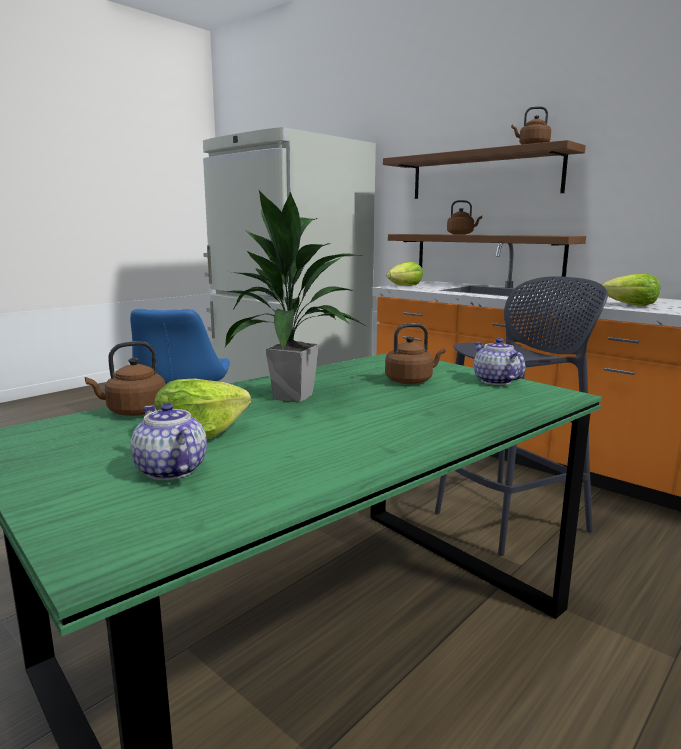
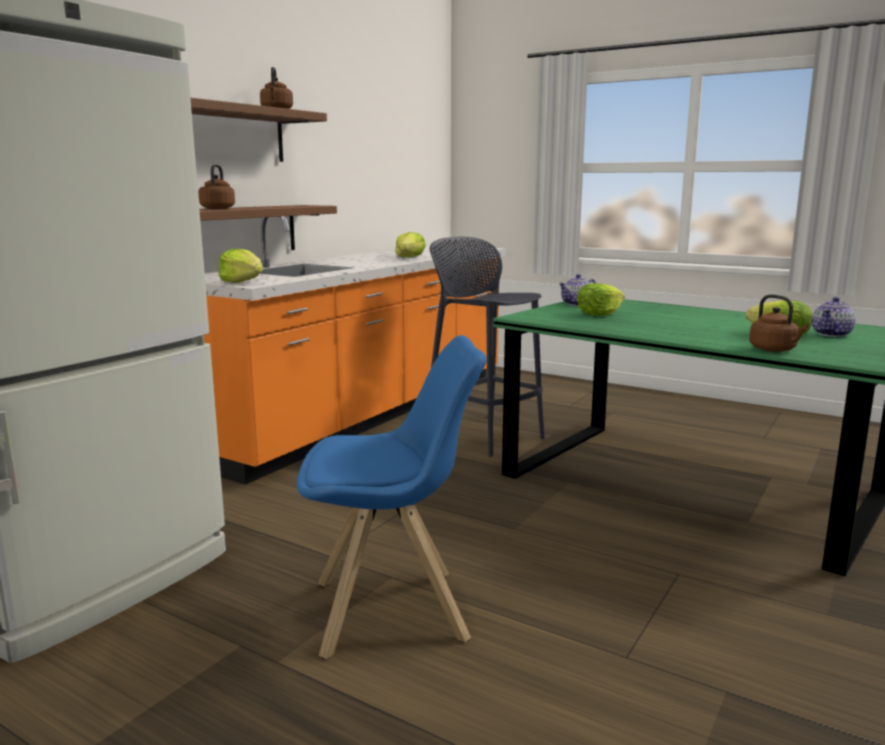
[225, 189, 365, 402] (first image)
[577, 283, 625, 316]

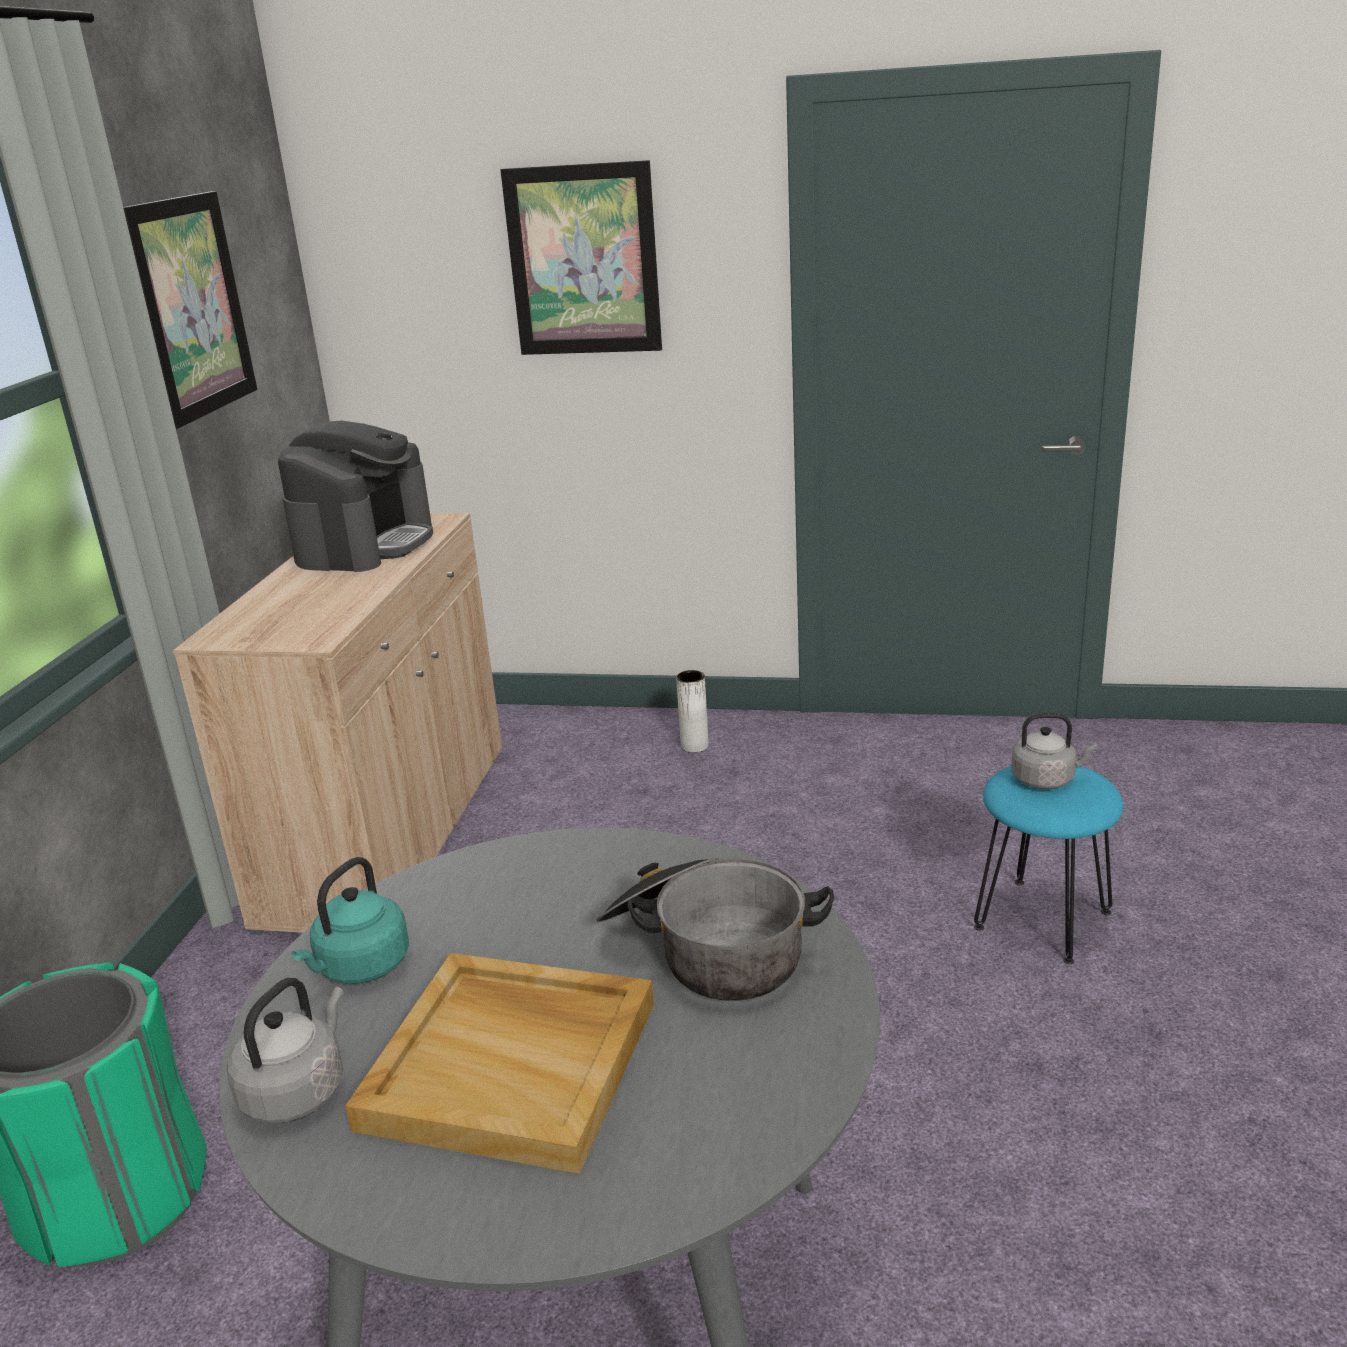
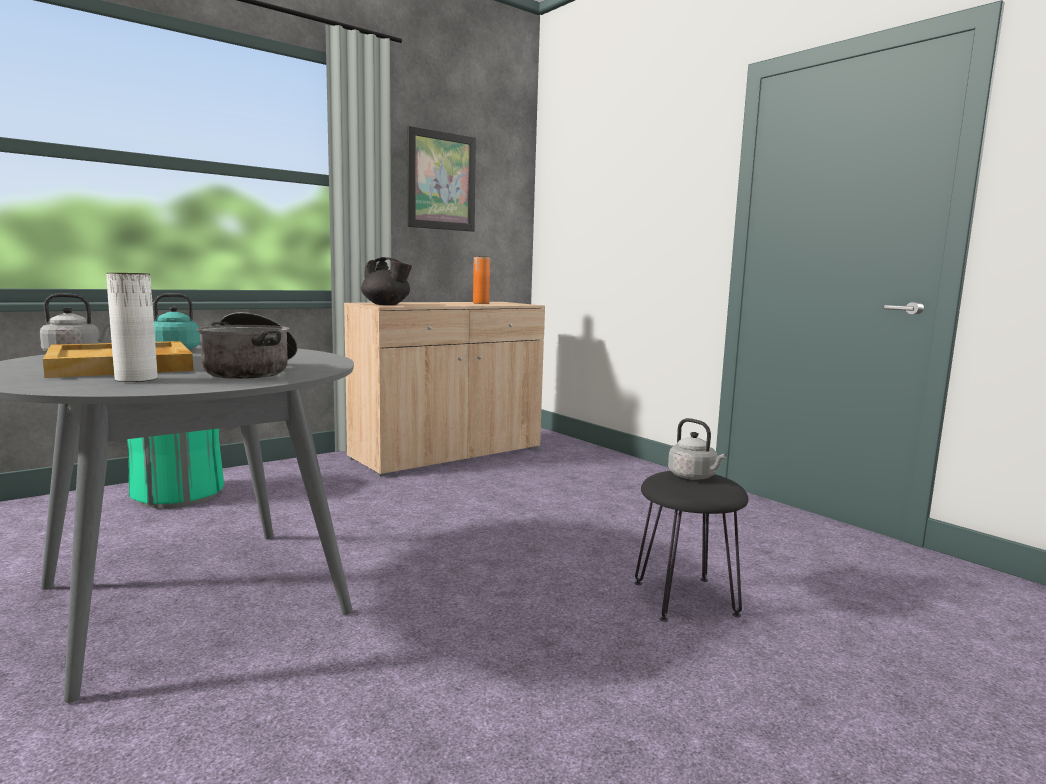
[500, 160, 662, 355] (first image)
[473, 256, 490, 304]
[106, 273, 157, 382]
[635, 471, 748, 622]
[361, 257, 412, 305]

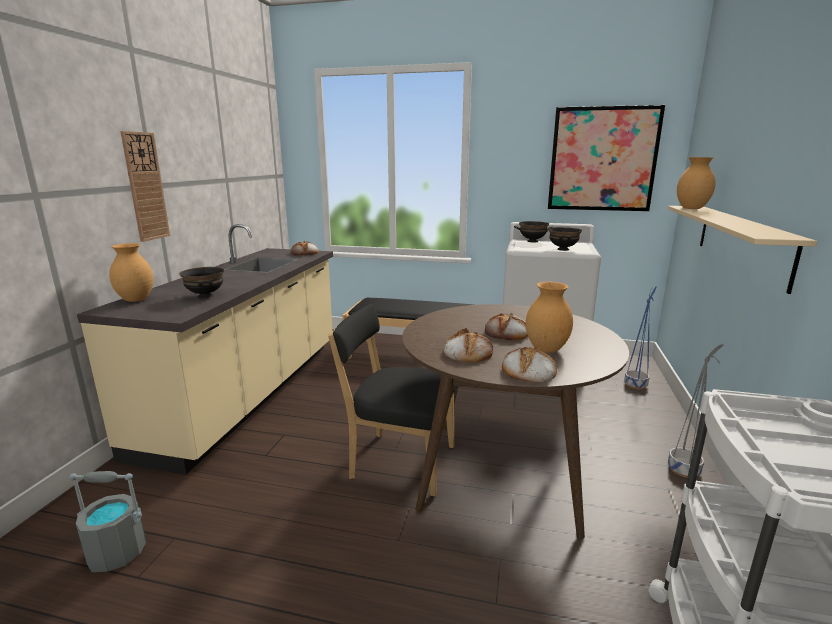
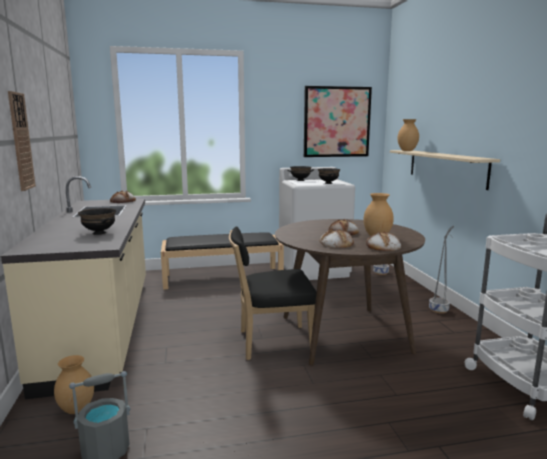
[54, 355, 94, 414]

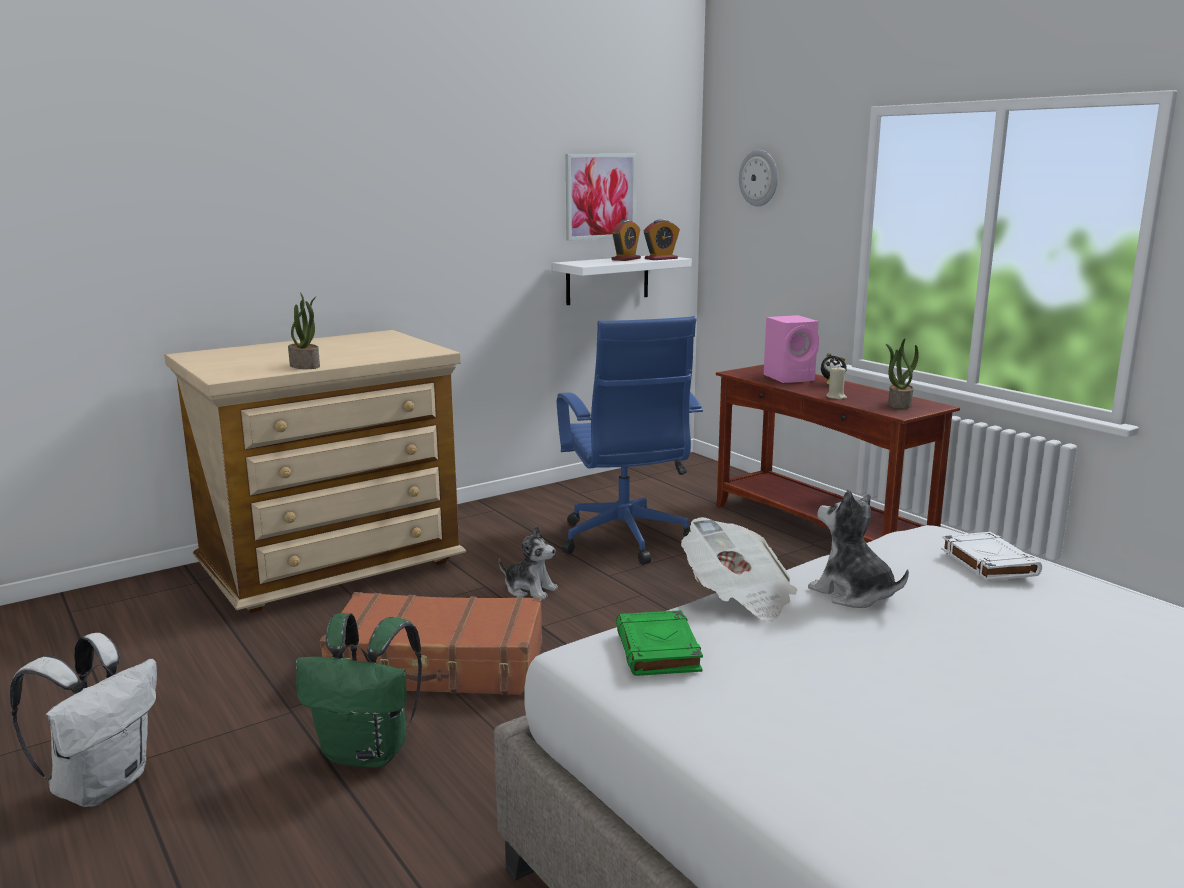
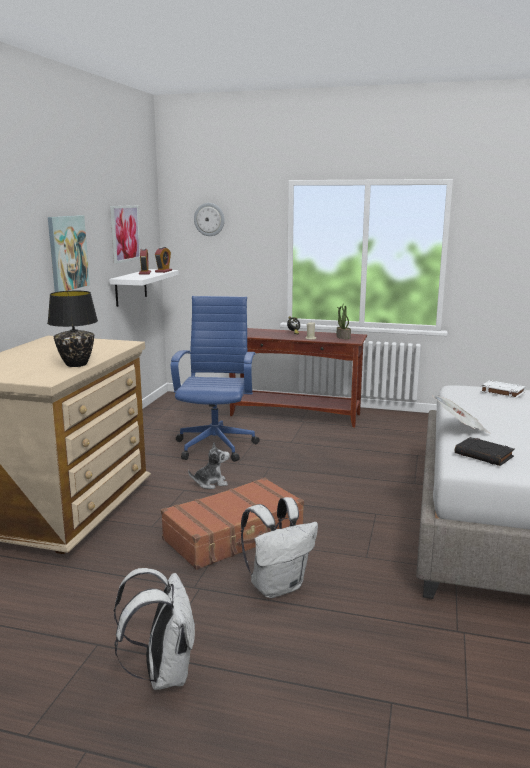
[47, 291, 98, 367]
[764, 315, 819, 383] (first image)
[171, 296, 260, 462]
[808, 489, 909, 608] (first image)
[455, 437, 515, 466]
[241, 497, 318, 598]
[48, 215, 90, 292]

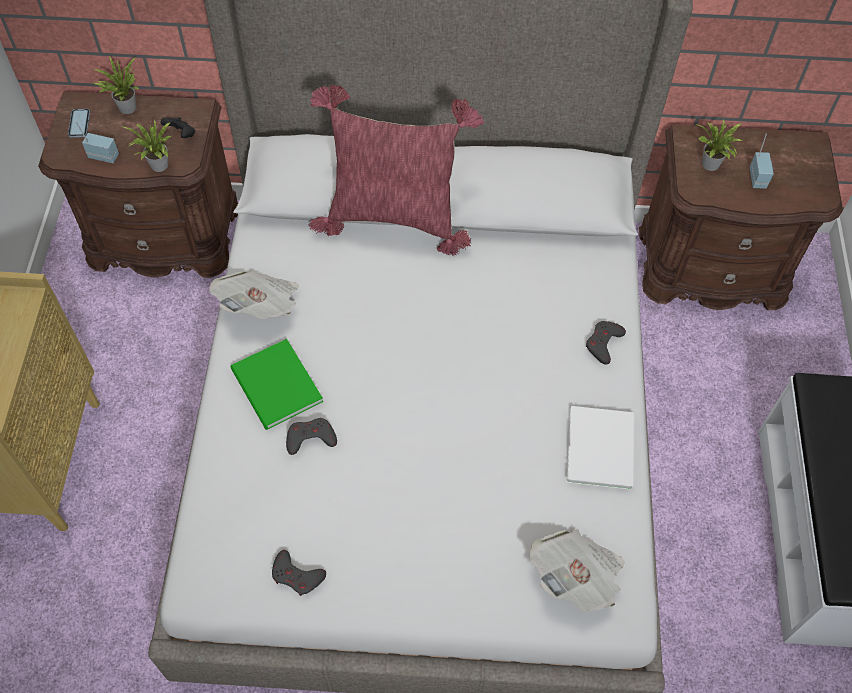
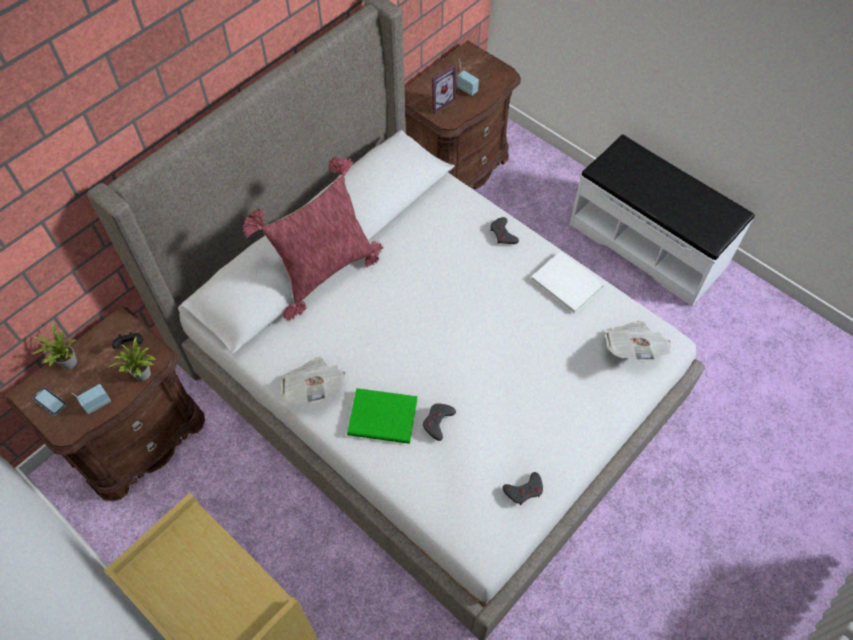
[432, 64, 456, 114]

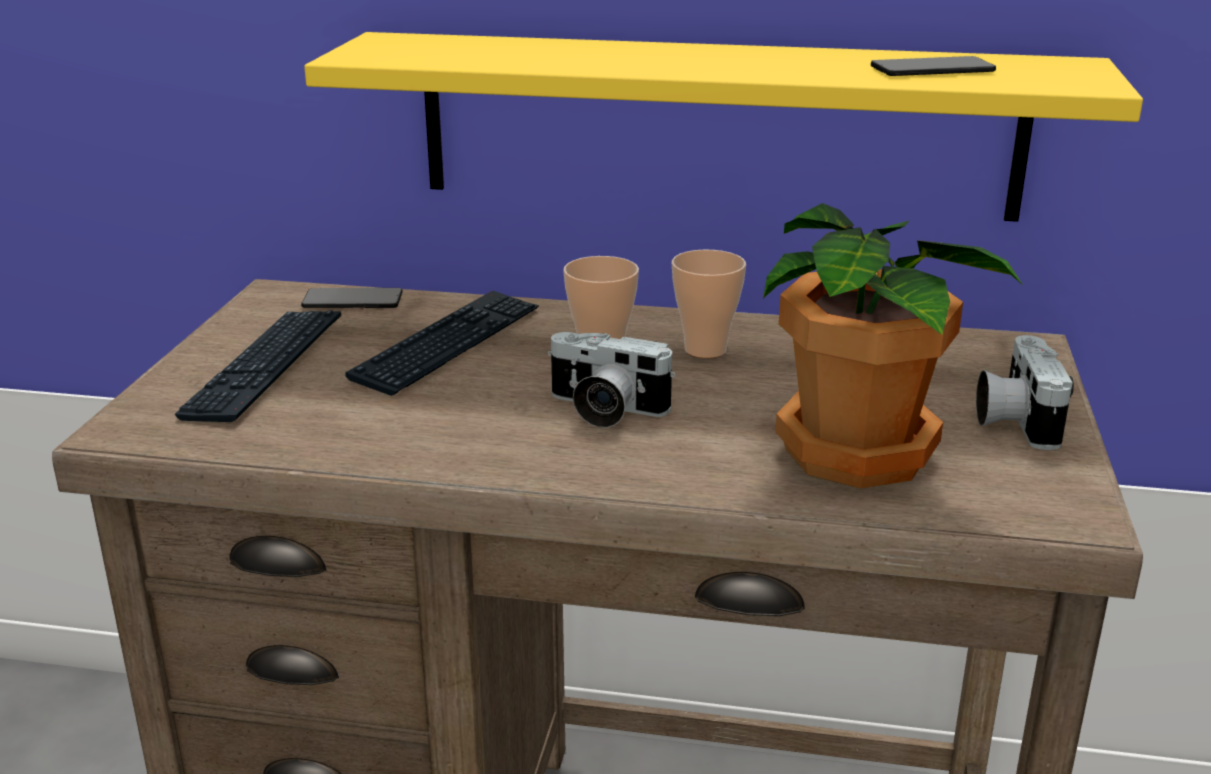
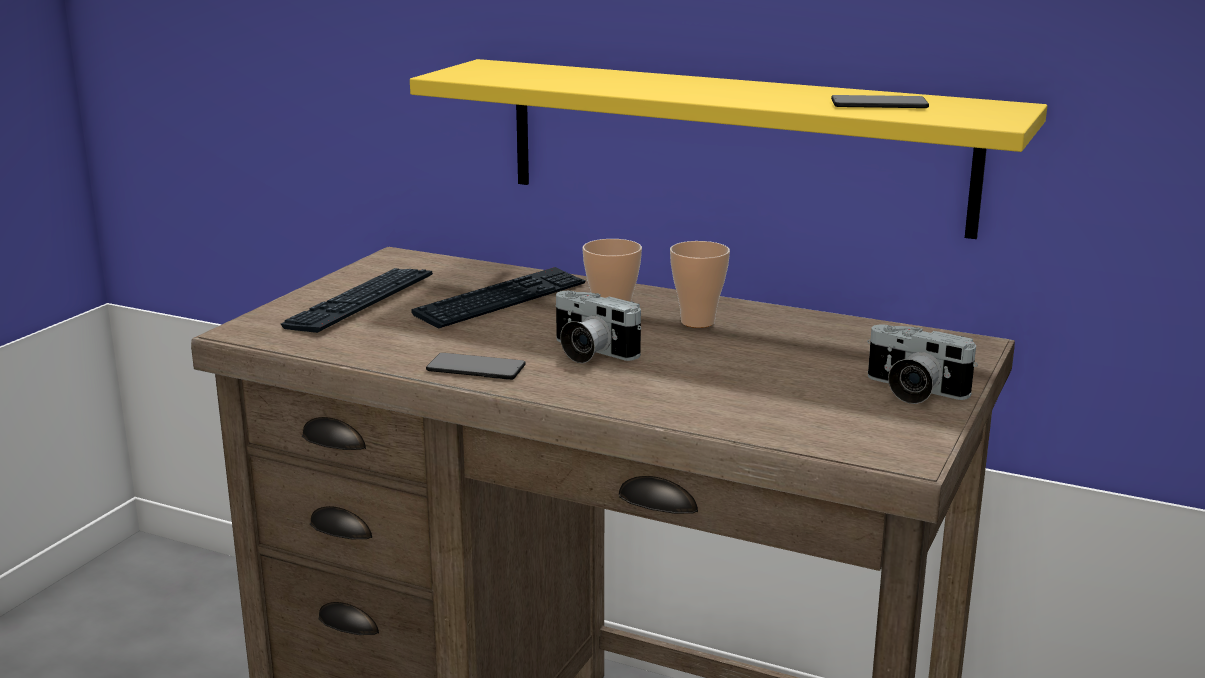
[763, 203, 1023, 488] (first image)
[426, 353, 526, 380]
[867, 324, 978, 404]

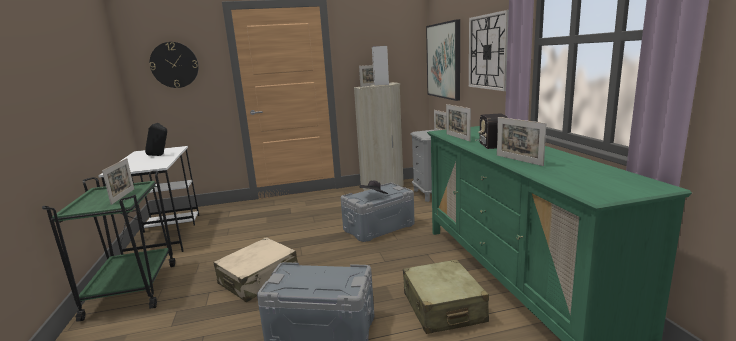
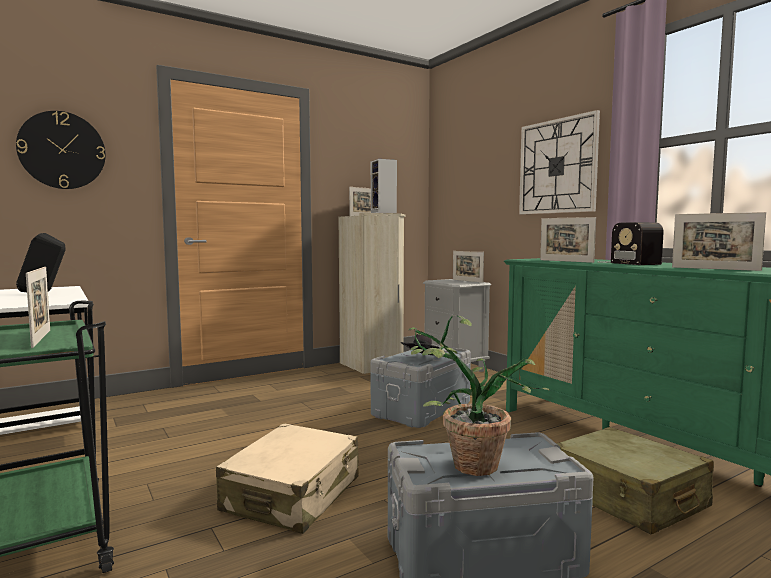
[426, 19, 460, 101] (first image)
[408, 315, 550, 476]

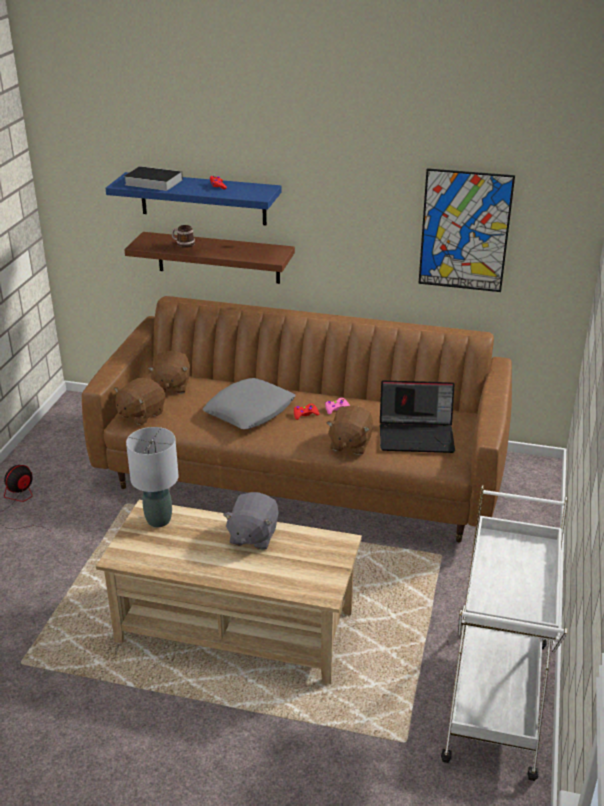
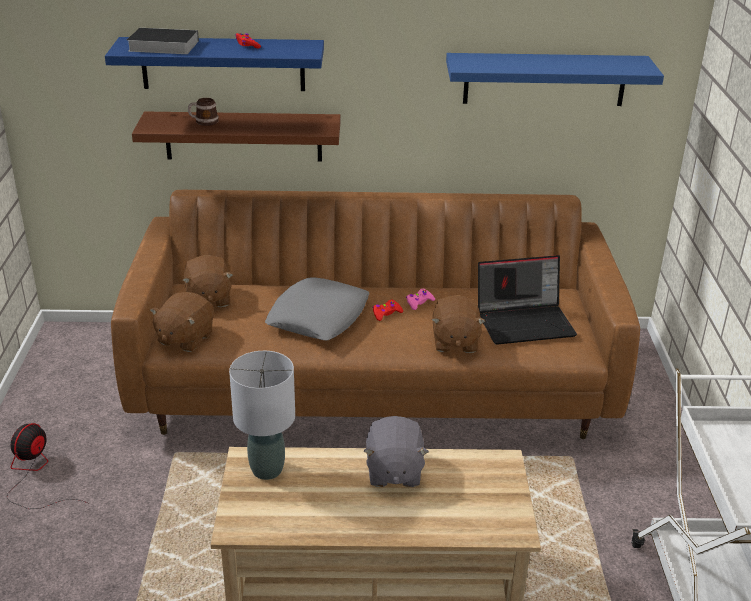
[446, 53, 664, 106]

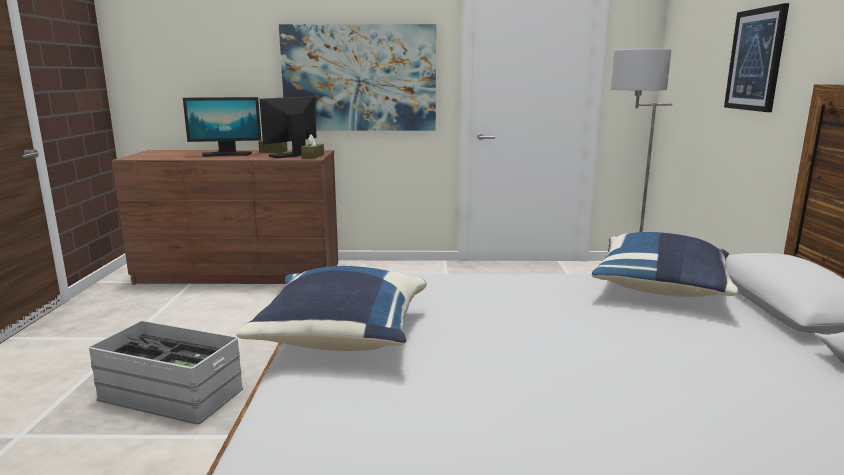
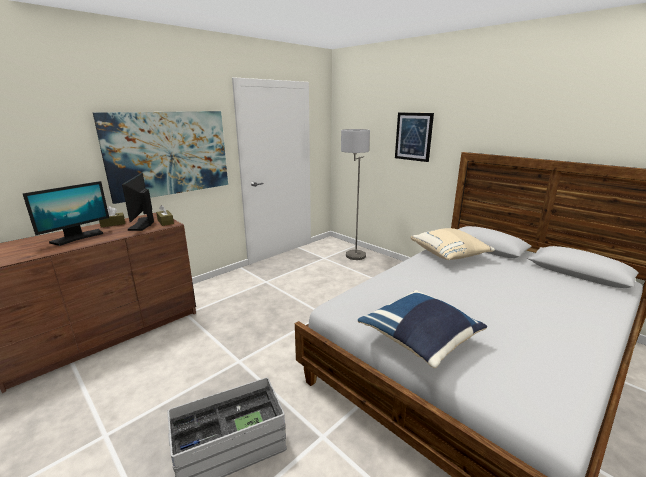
[410, 228, 495, 260]

